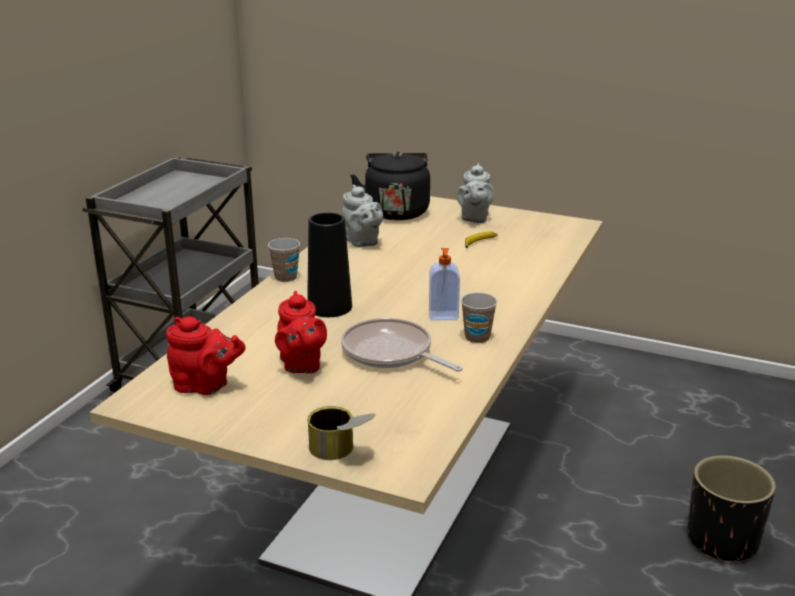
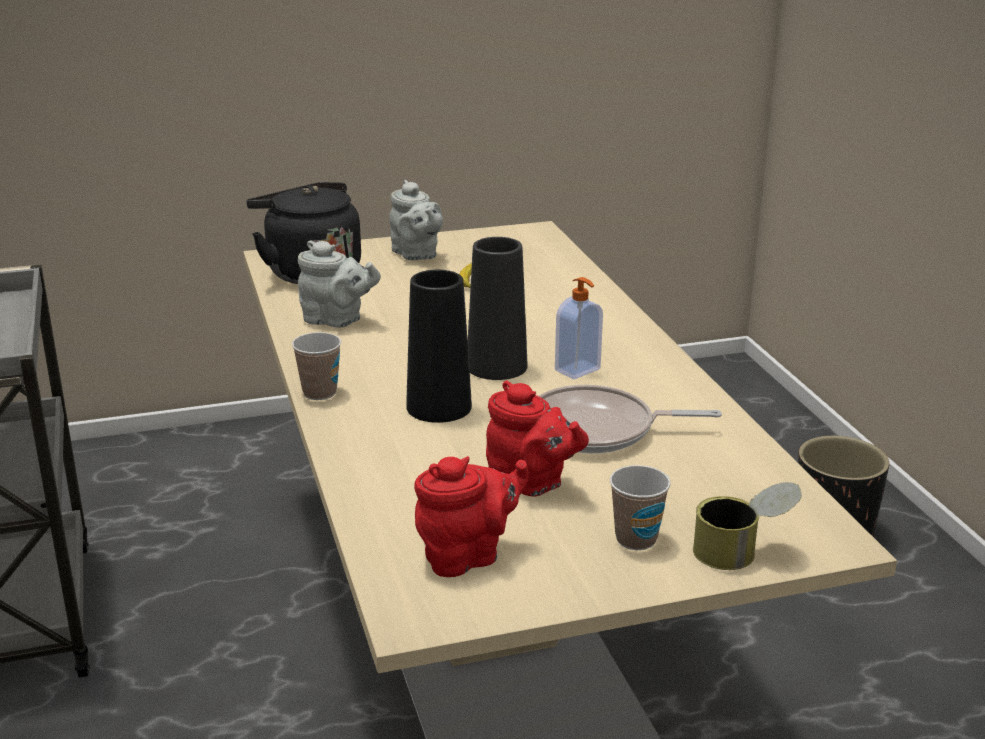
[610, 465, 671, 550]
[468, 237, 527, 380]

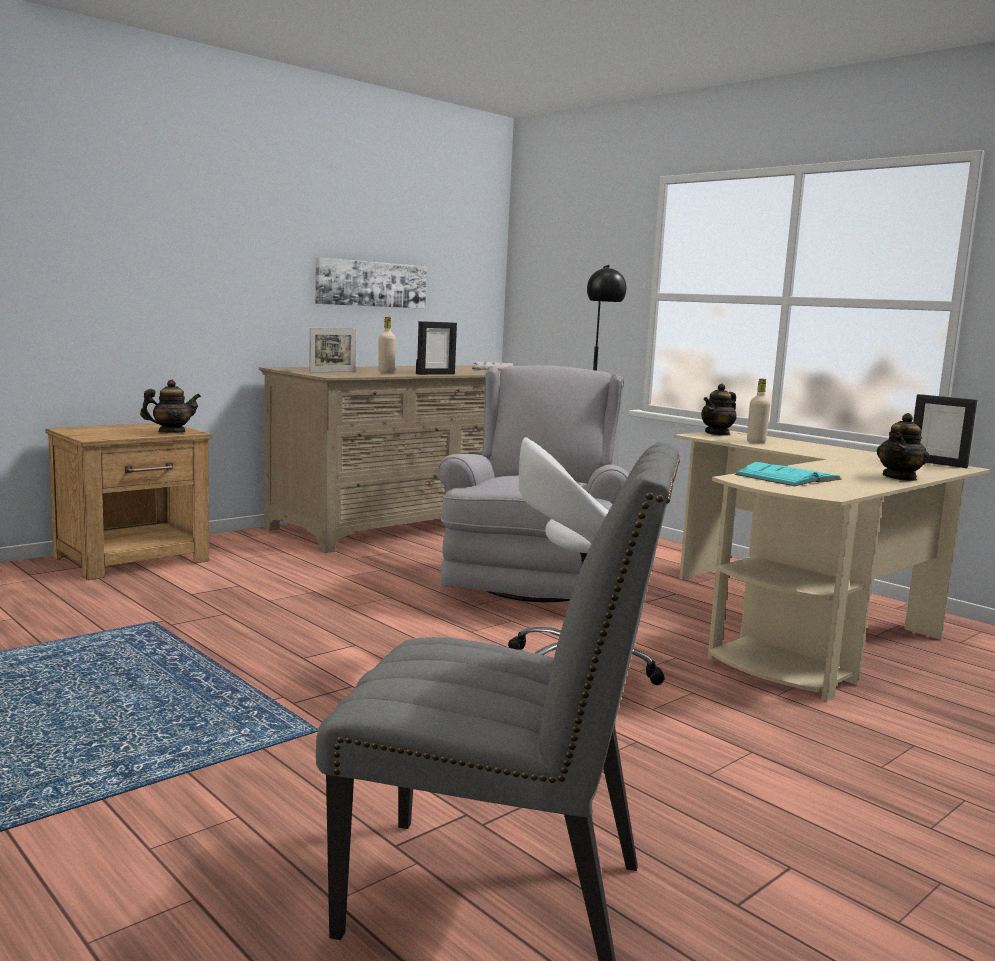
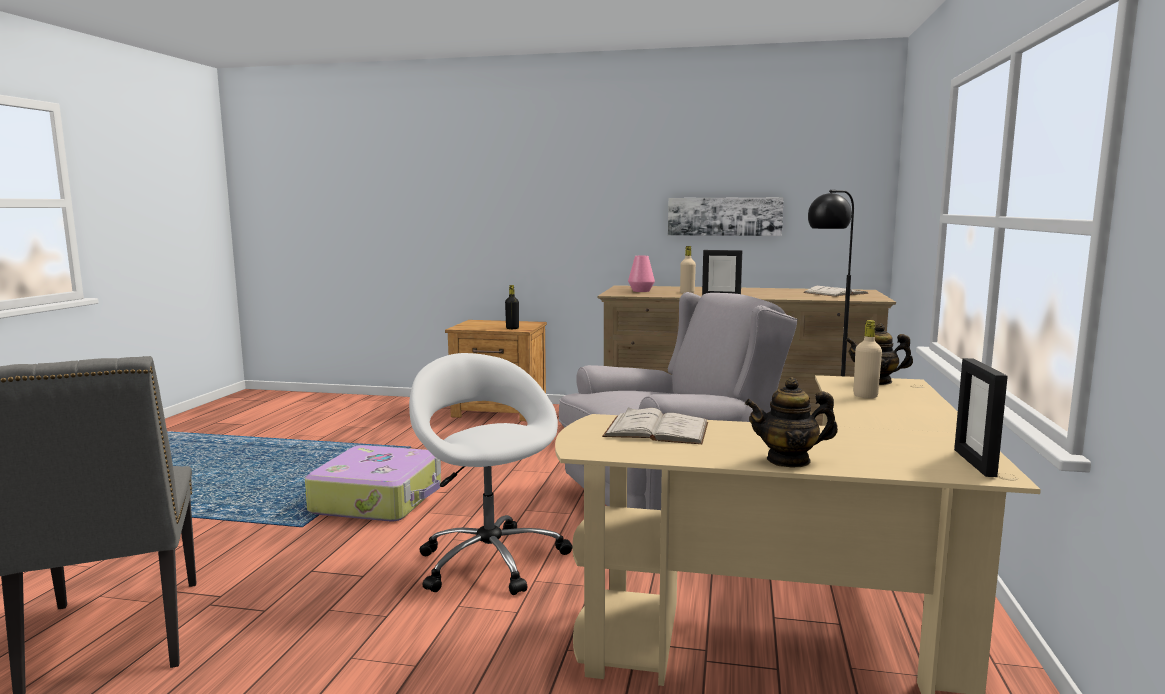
[628, 256, 655, 292]
[505, 285, 519, 329]
[602, 407, 708, 444]
[305, 445, 441, 521]

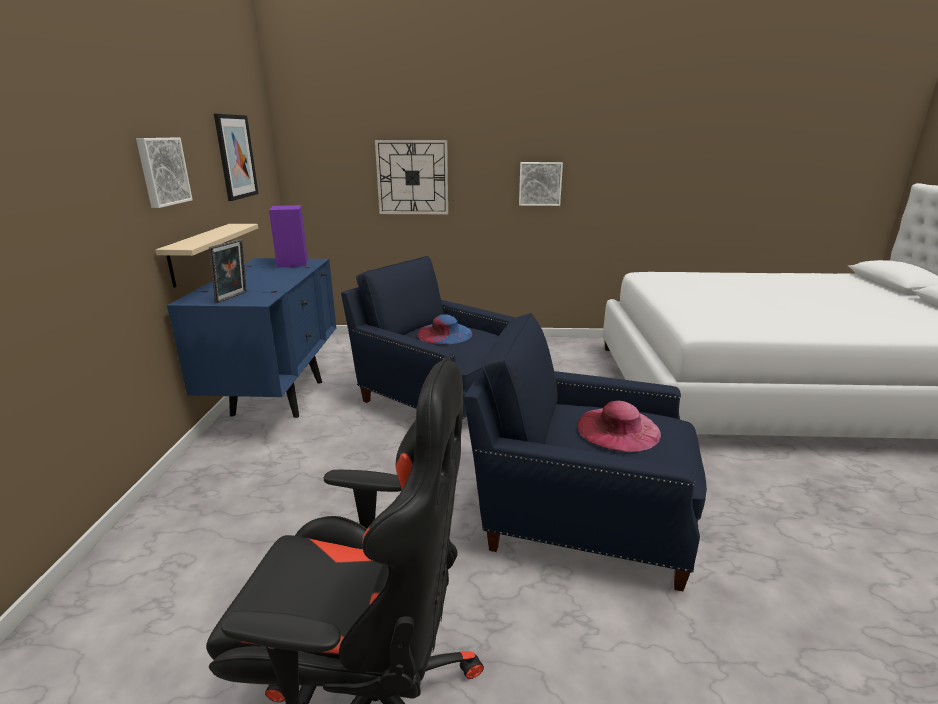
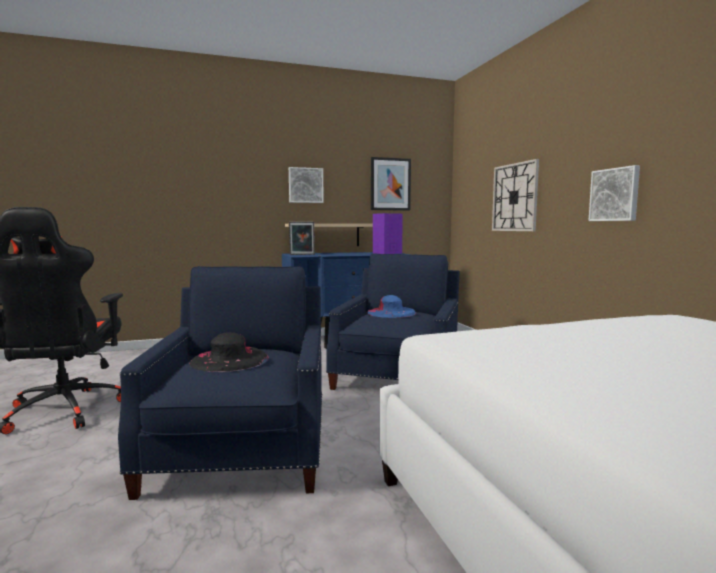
[189, 332, 269, 372]

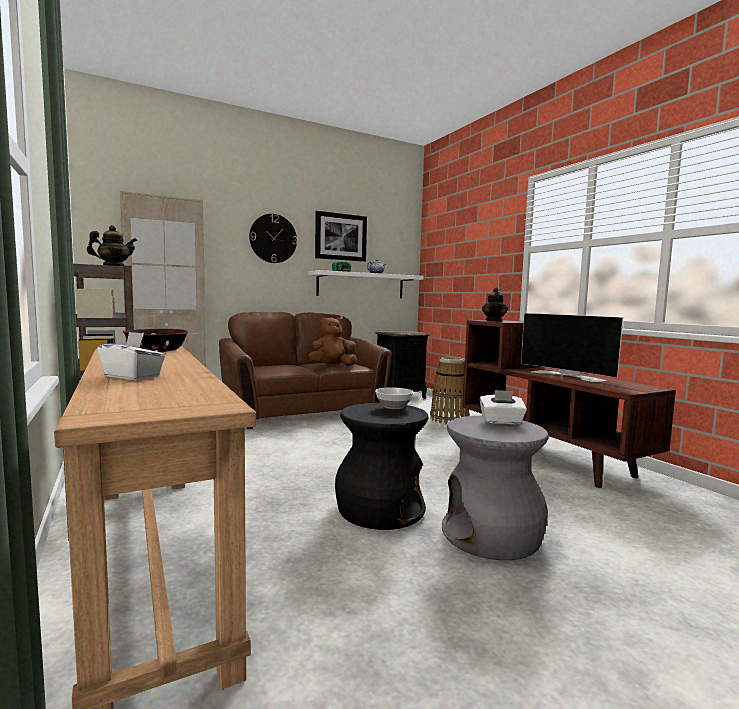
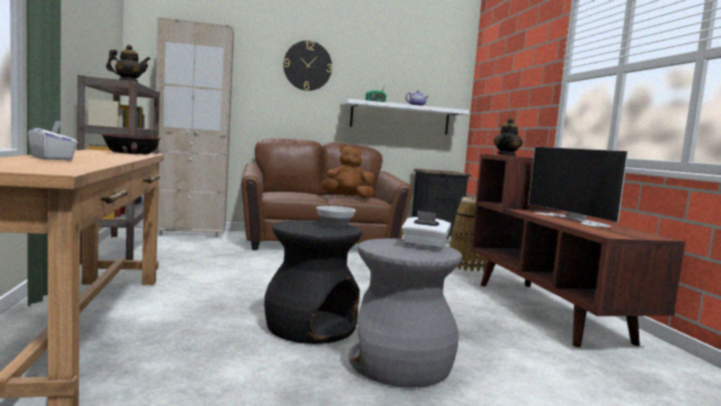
[315, 211, 367, 262] (first image)

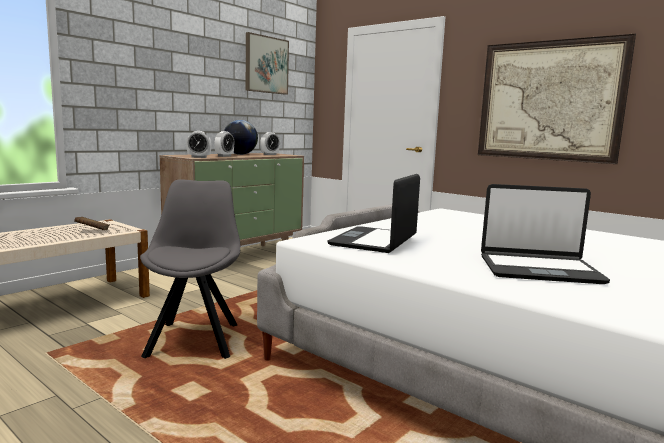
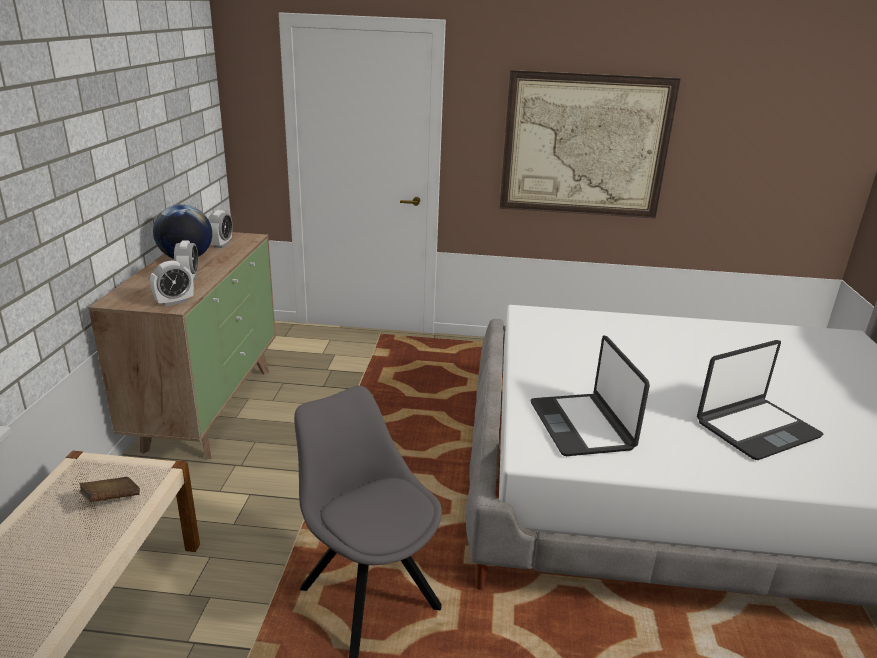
[246, 32, 289, 95] (first image)

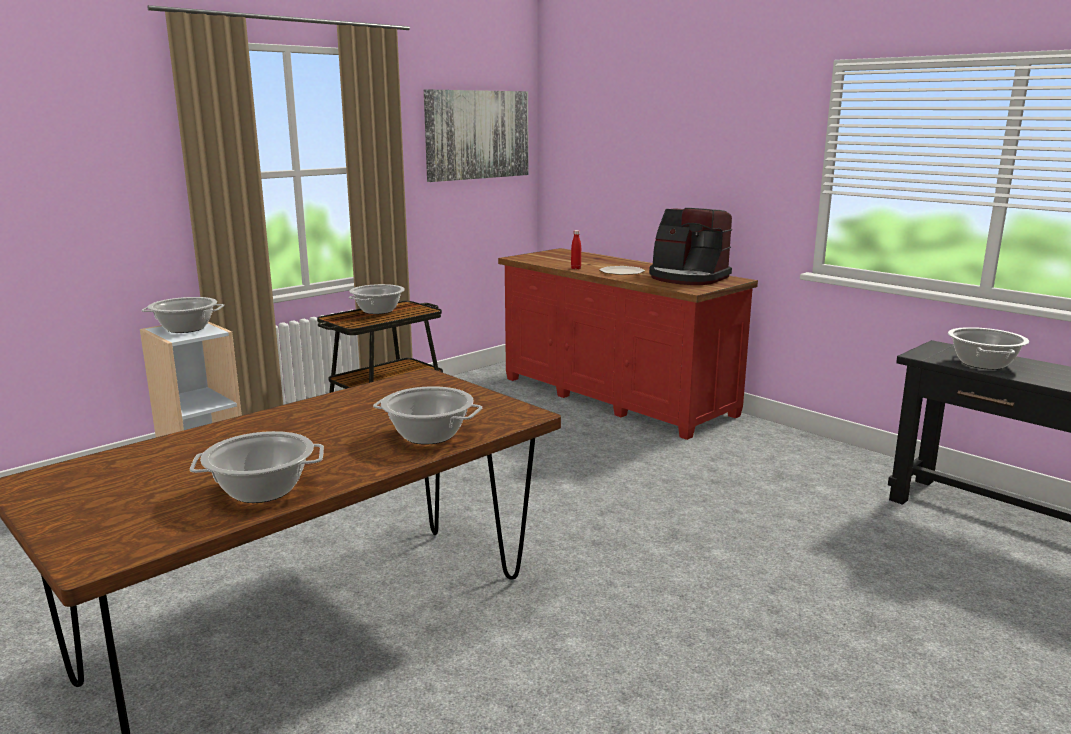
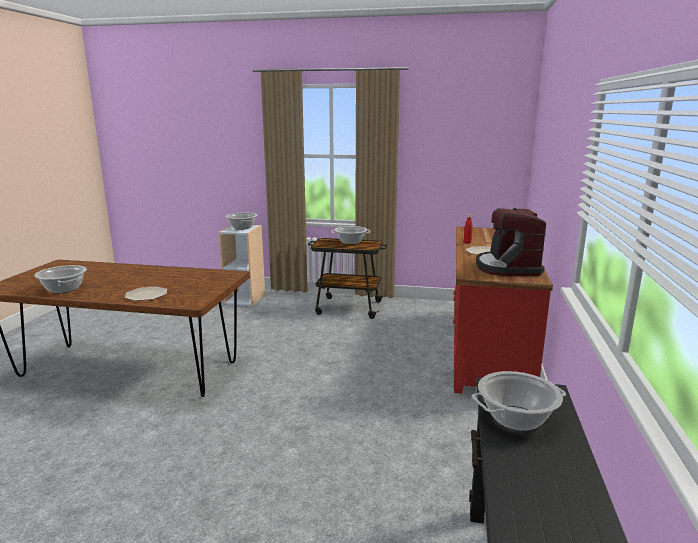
[424, 89, 528, 182] (first image)
[124, 286, 167, 301]

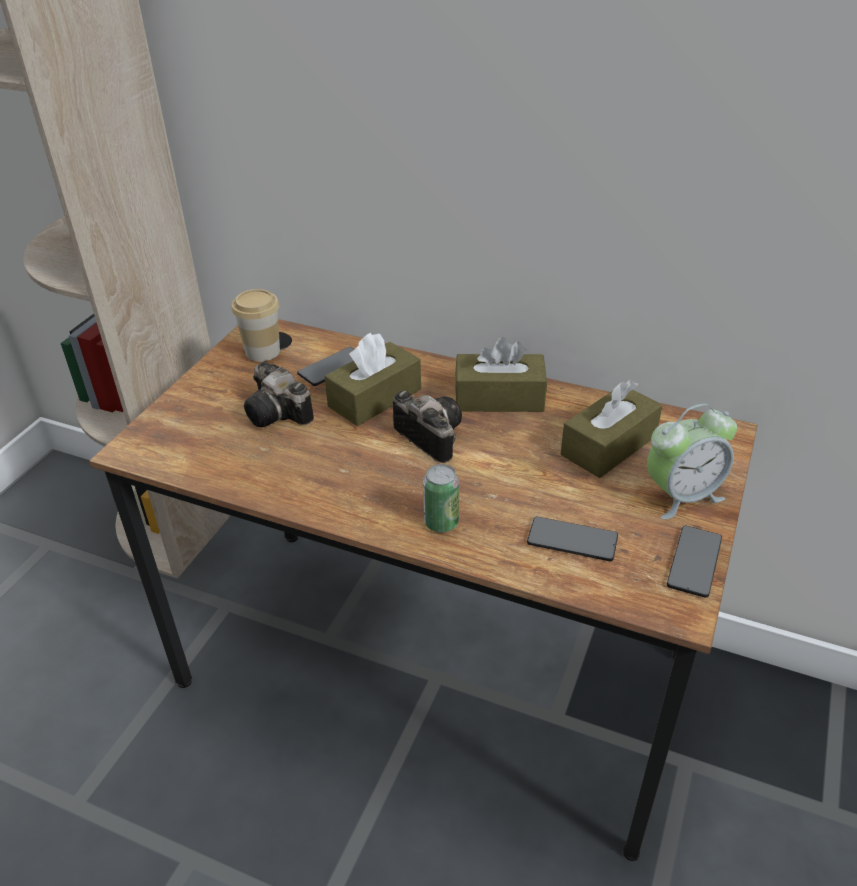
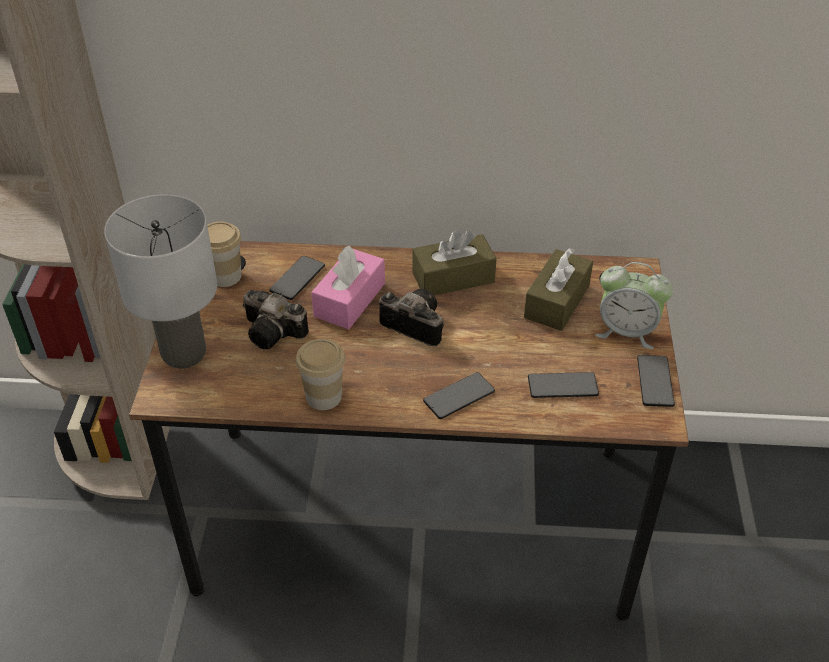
[311, 246, 385, 329]
[595, 262, 673, 349]
[423, 372, 495, 419]
[104, 194, 217, 369]
[296, 339, 345, 410]

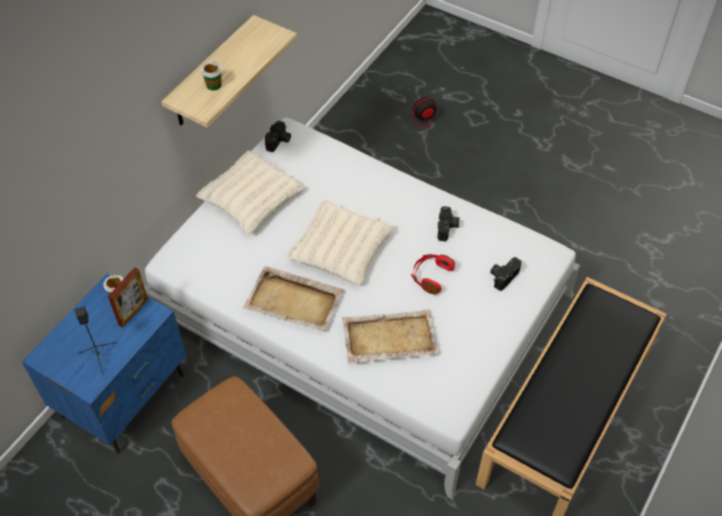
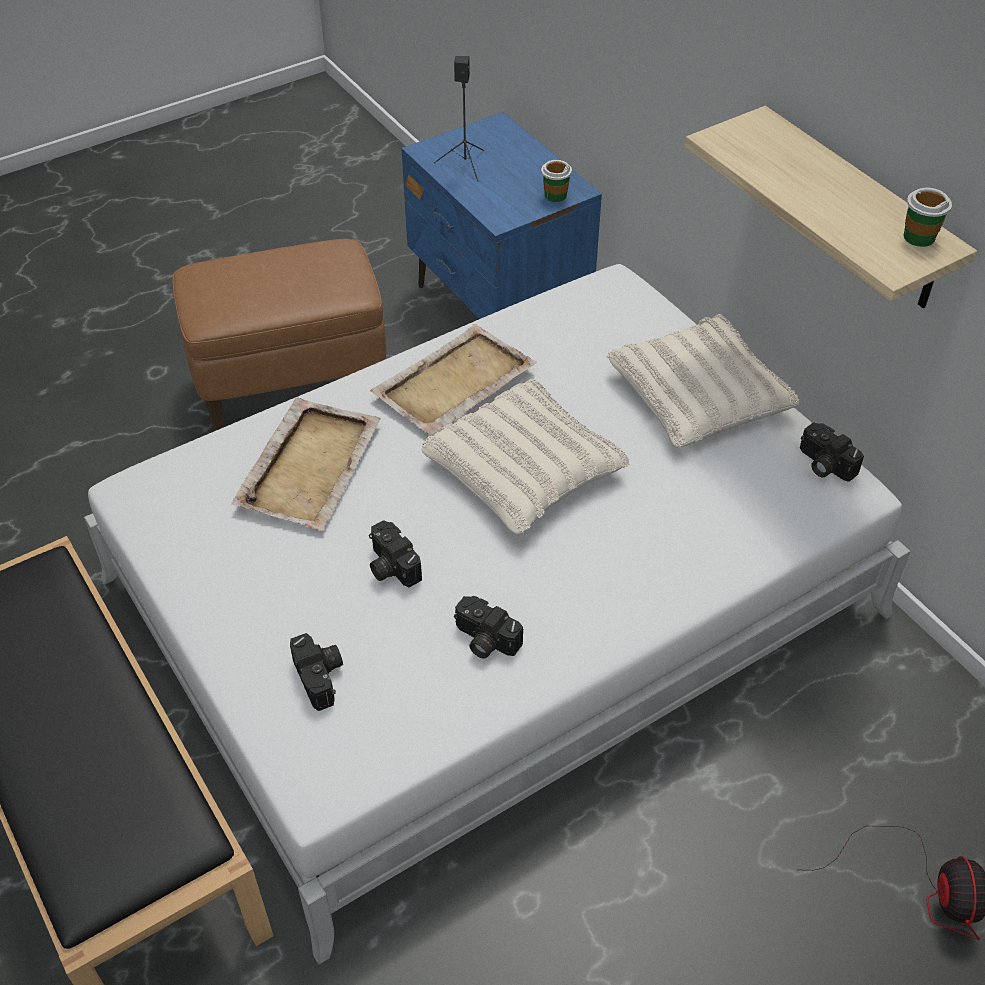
[904, 188, 952, 247]
[369, 520, 422, 588]
[108, 267, 148, 327] (first image)

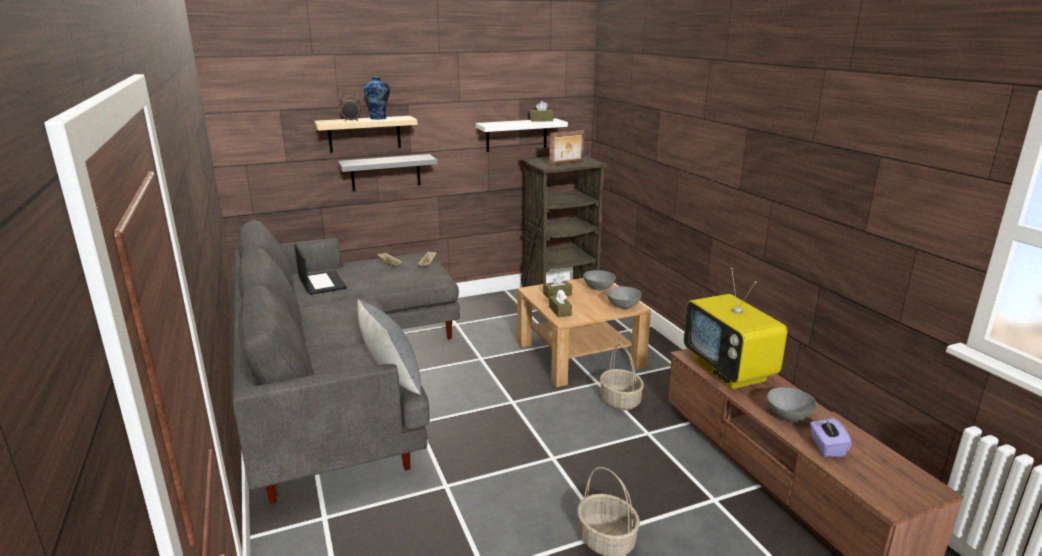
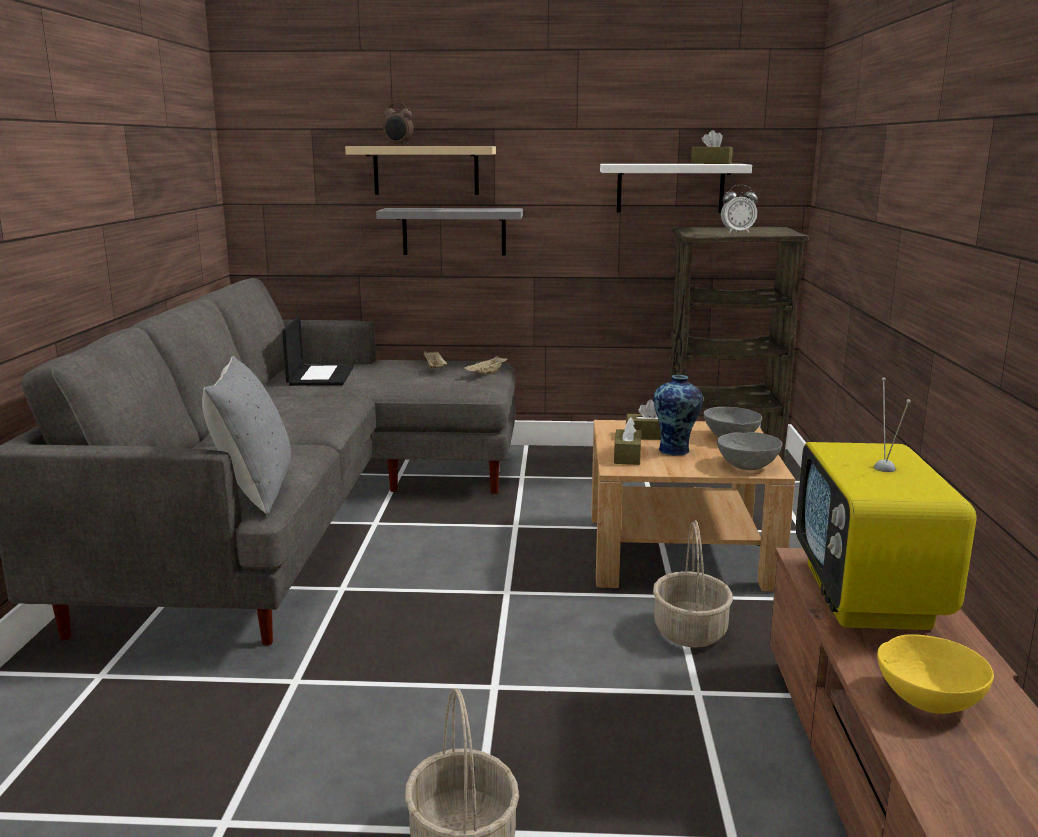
[654, 375, 703, 456]
[721, 185, 758, 233]
[877, 634, 994, 714]
[810, 418, 852, 457] (first image)

